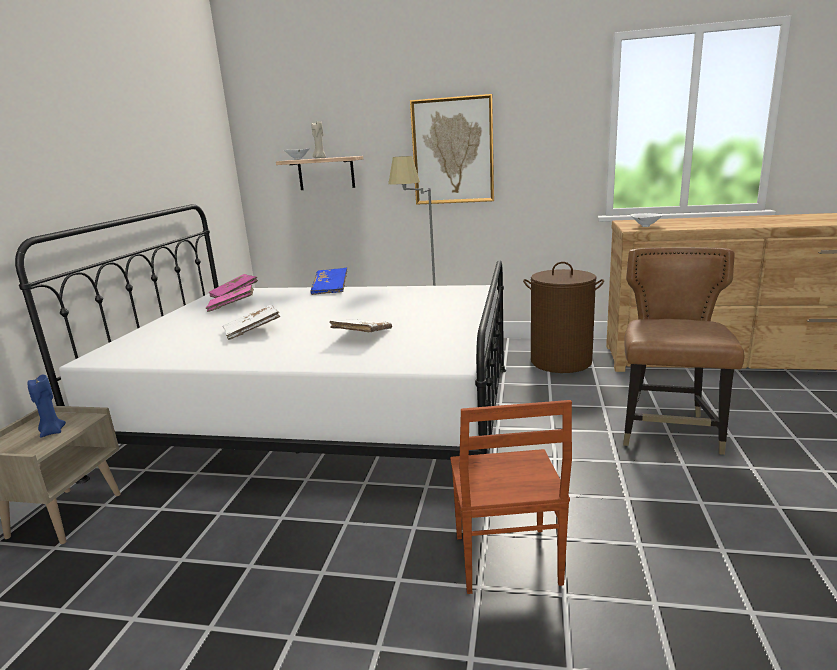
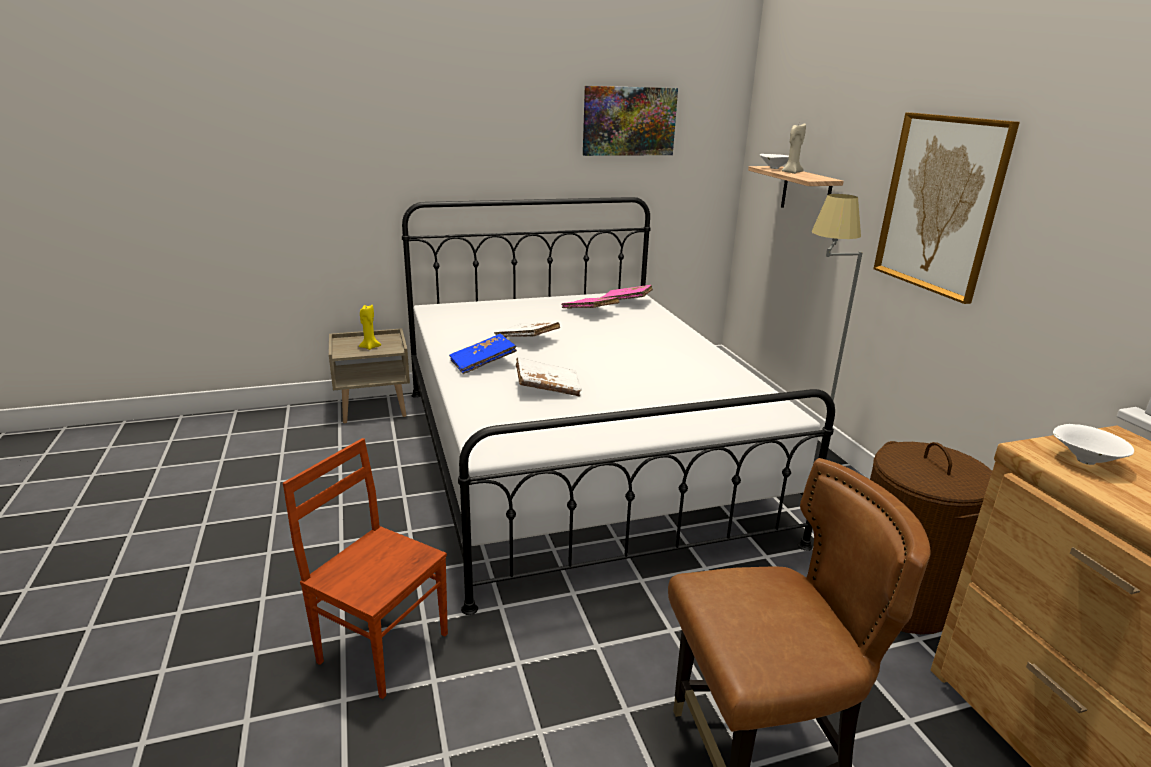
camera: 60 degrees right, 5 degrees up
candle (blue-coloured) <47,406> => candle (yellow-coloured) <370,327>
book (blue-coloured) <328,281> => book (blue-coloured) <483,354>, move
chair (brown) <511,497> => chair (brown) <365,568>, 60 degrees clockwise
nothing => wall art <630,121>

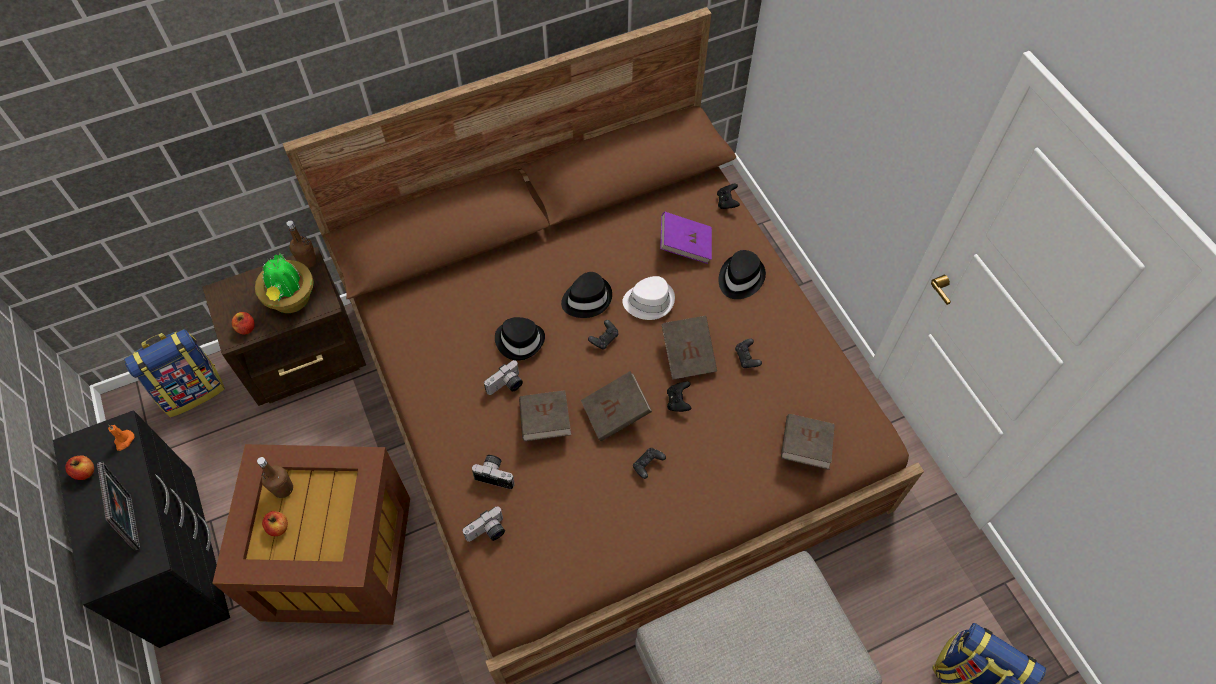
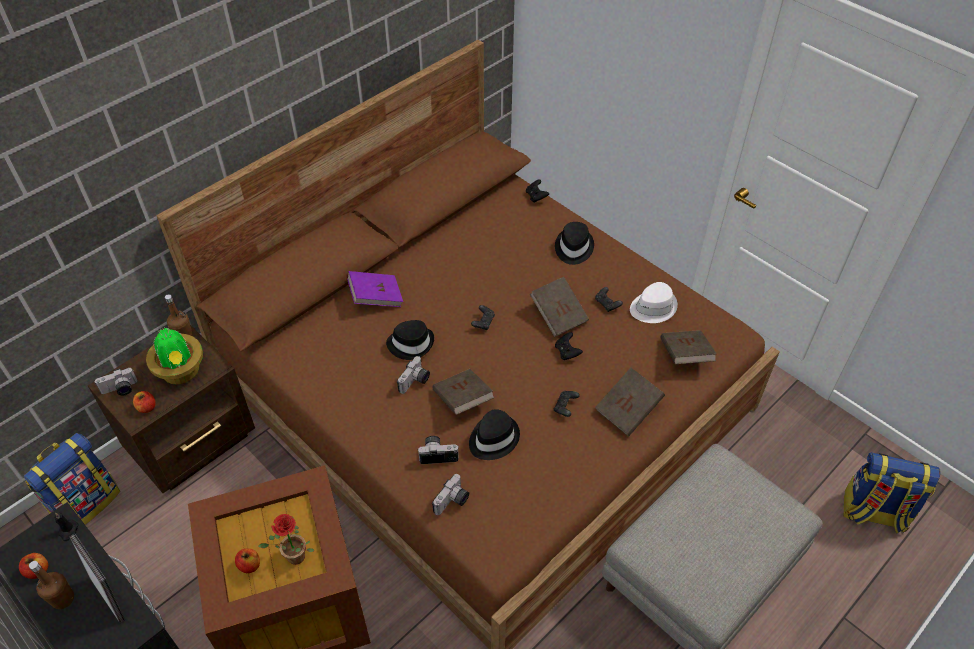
camera: 20 degrees left, 10 degrees down
candle (orange) <121,438> => candle (black) <66,526>
drink bottle (brown) <275,477> => drink bottle (brown) <51,585>, move
wearable hat (black) <586,295> => wearable hat (black) <494,434>, move
book (brown) <616,406> => book (brown) <630,402>, move
wearable hat (white) <648,298> => wearable hat (white) <654,302>, move
book (purple) <686,238> => book (purple) <375,289>, move
nothing => still camera <116,382>
nothing => houseplant <286,539>

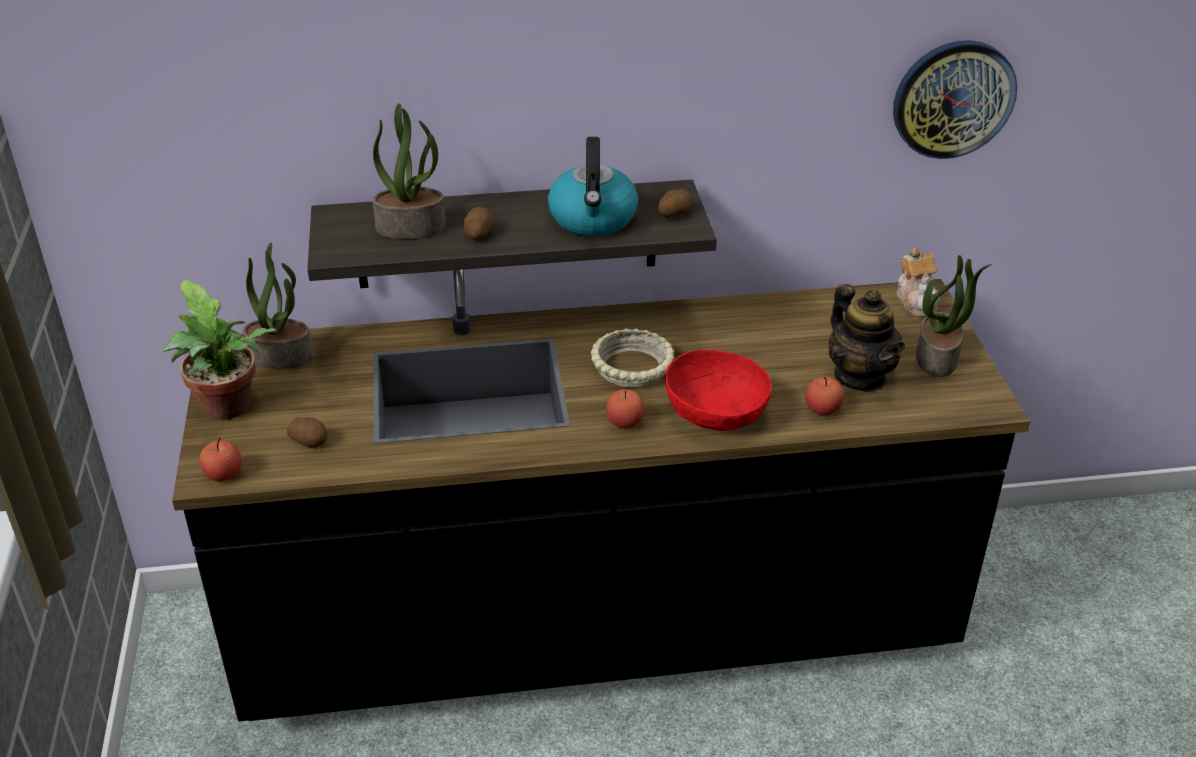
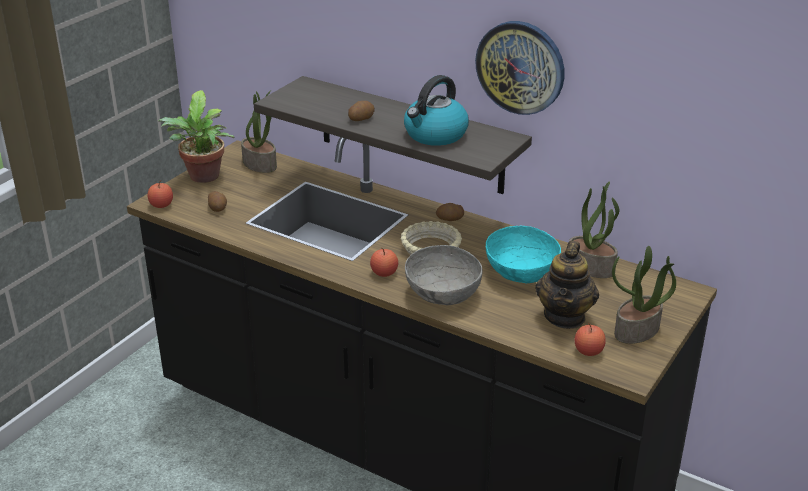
camera: 40 degrees right, 5 degrees down
houseplant <409,171> => houseplant <594,230>, move
potato <675,203> => potato <450,212>, move
deep dish (red-coloured) <718,390> => deep dish (gray) <444,275>
apple fruit <824,396> => apple fruit <590,339>, move
clock on the wall <955,99> => clock on the wall <520,68>, move
pot for tea <918,282> => nothing
nothing => deep dish (turquoise) <523,254>

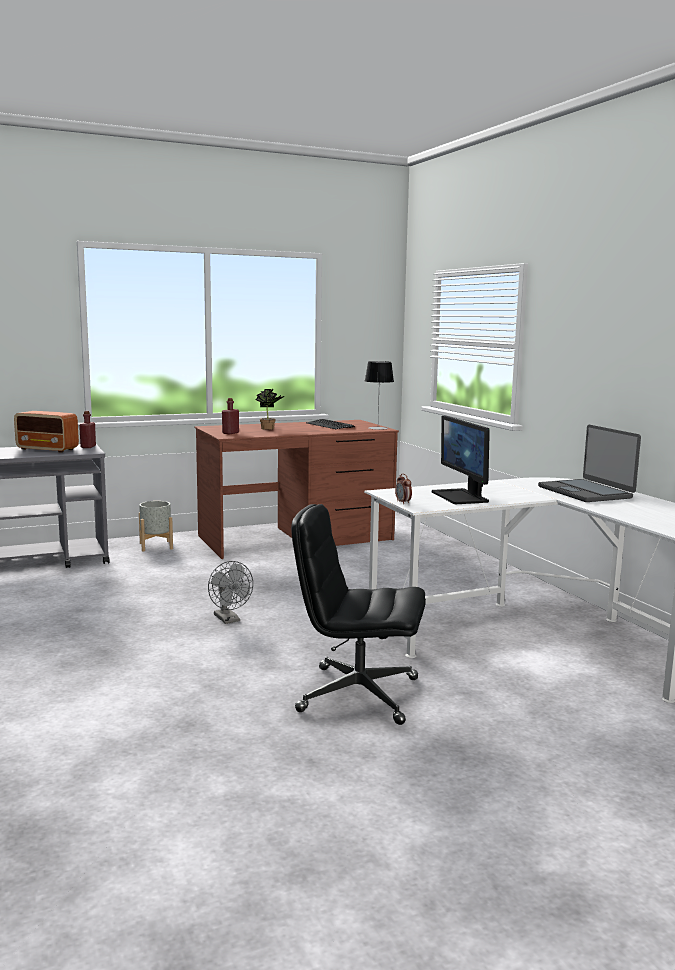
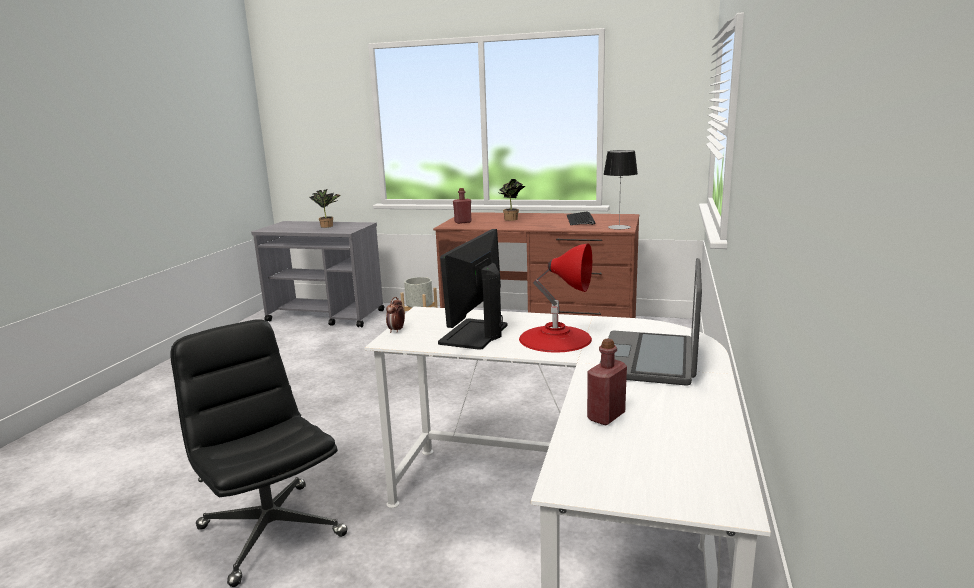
camera: 40 degrees right, 5 degrees up
radio receiver <46,432> => houseplant <325,208>
drink bottle (red-coloured) <87,429> => drink bottle (red-coloured) <607,382>, move
cooling fan (gray) <230,592> => nothing
nothing => tabletop lamp (red-coloured) <555,297>

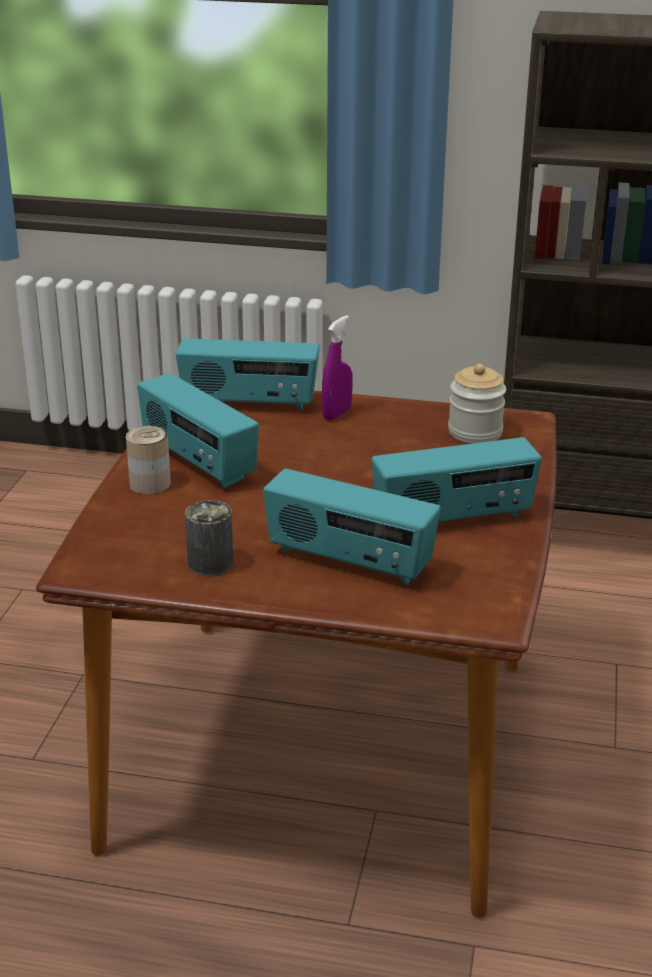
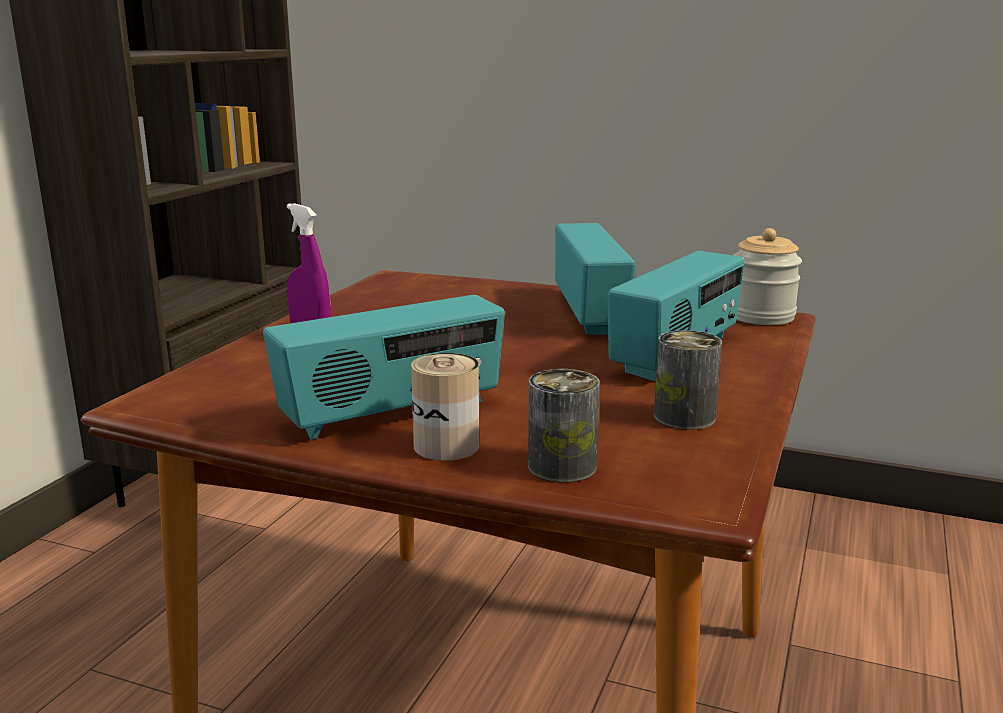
camera: 80 degrees left, 10 degrees down
radio receiver <247,374> => nothing
preserve jar <477,404> => preserve jar <767,276>, move
nothing => can <564,426>

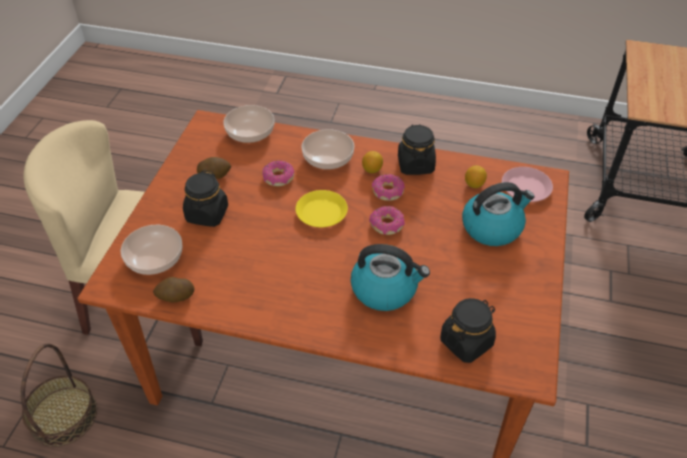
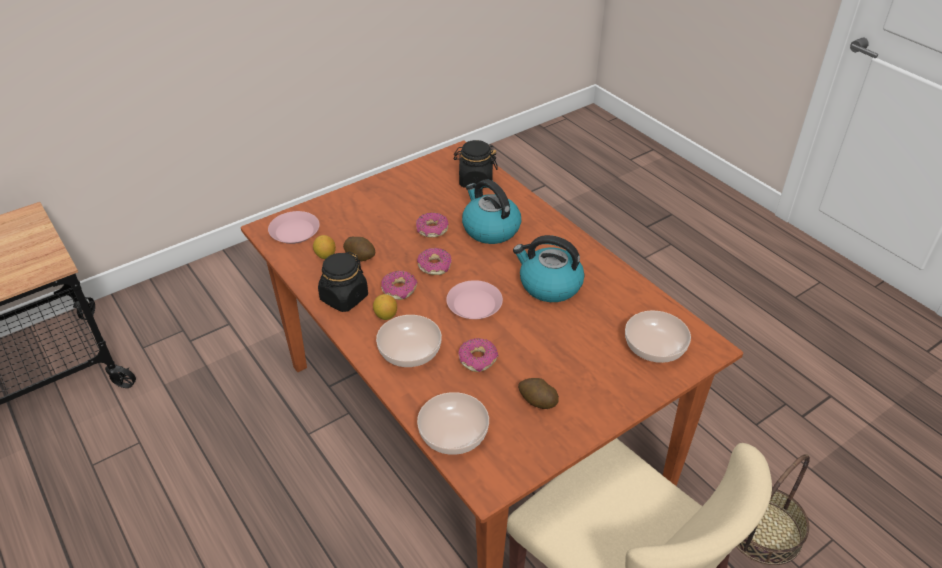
camera: 140 degrees left, 5 degrees down
potato <173,290> => potato <359,249>, move
preserve jar (black) <205,198> => nothing
plate (yellow-coloured) <322,208> => plate (pink) <474,299>
water kettle <498,214> => water kettle <548,268>, move
nothing => ring doughnut <432,225>

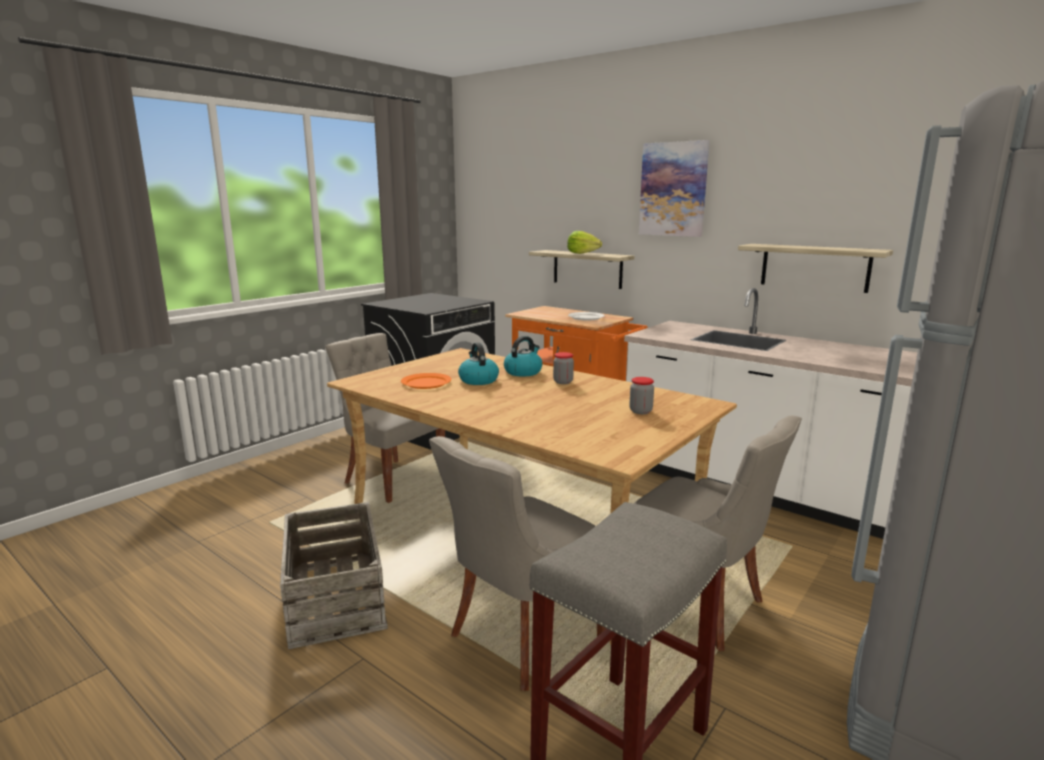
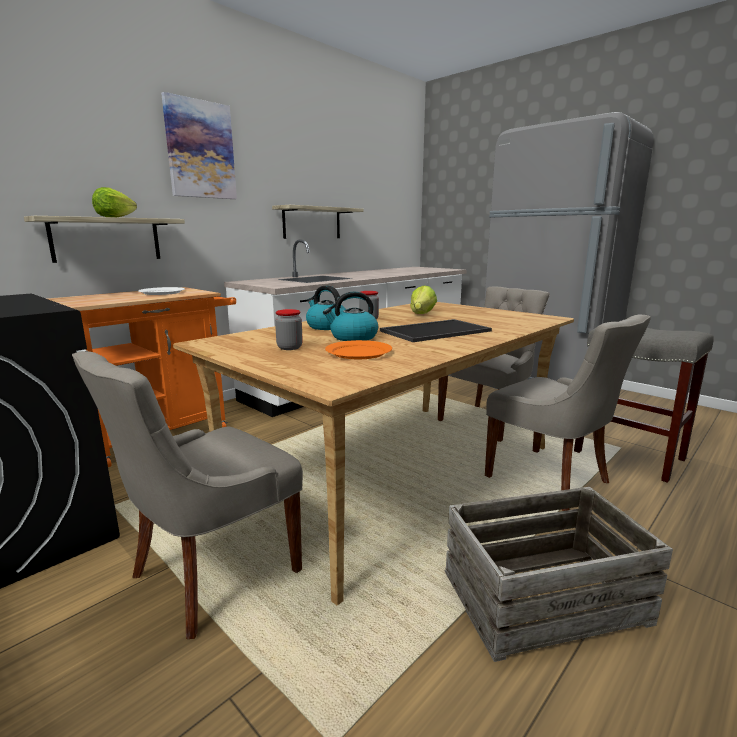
camera: 85 degrees left, 0 degrees up
preserve jar <641,395> => preserve jar <289,329>, move
nothing => tray <436,330>
nothing => lettuce <423,299>

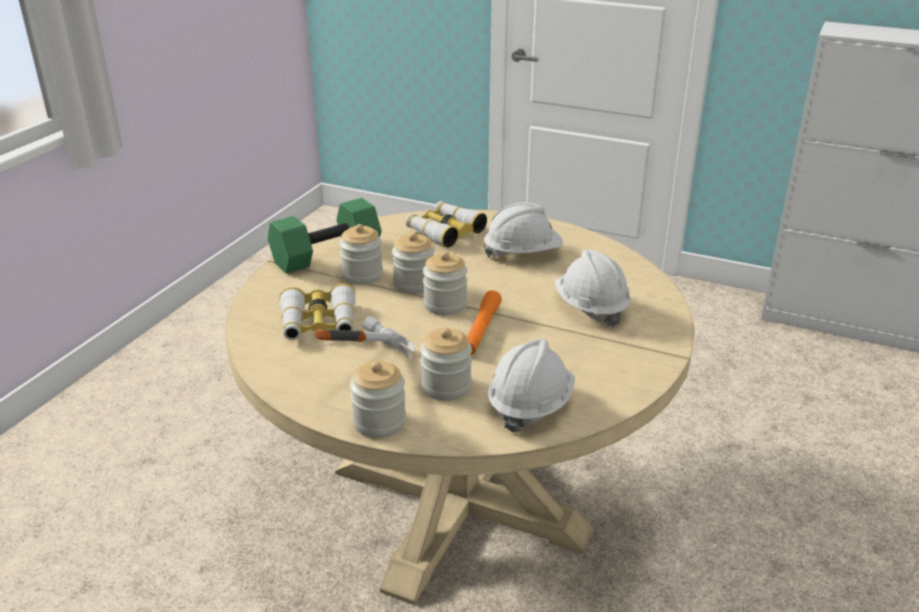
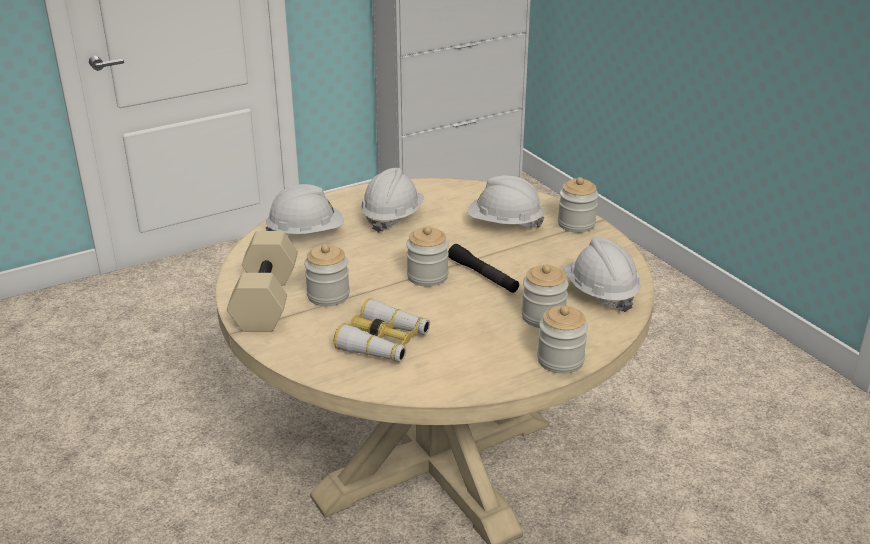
camera: 55 degrees left, 0 degrees up
dumbbell (green-coloured) <324,236> => dumbbell (beige-coloured) <262,281>
hand hammer <365,337> => nothing
preserve jar <413,263> => preserve jar <578,205>, move
binoculars <446,224> => work helmet (white) <305,209>
flashlight (orange) <484,322> => flashlight (black) <483,268>

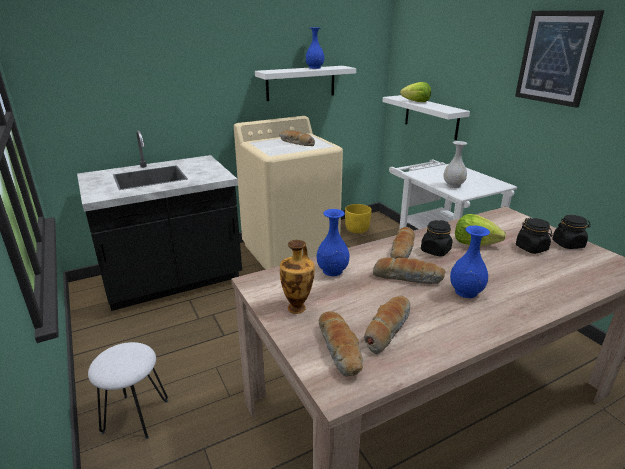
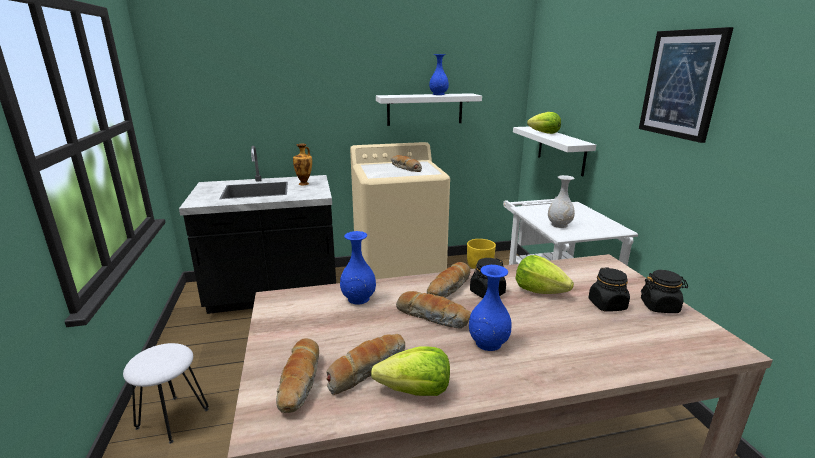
camera: 15 degrees right, 5 degrees down
decorative vase <297,277> => decorative vase <302,164>, move
nothing => lettuce <410,371>

